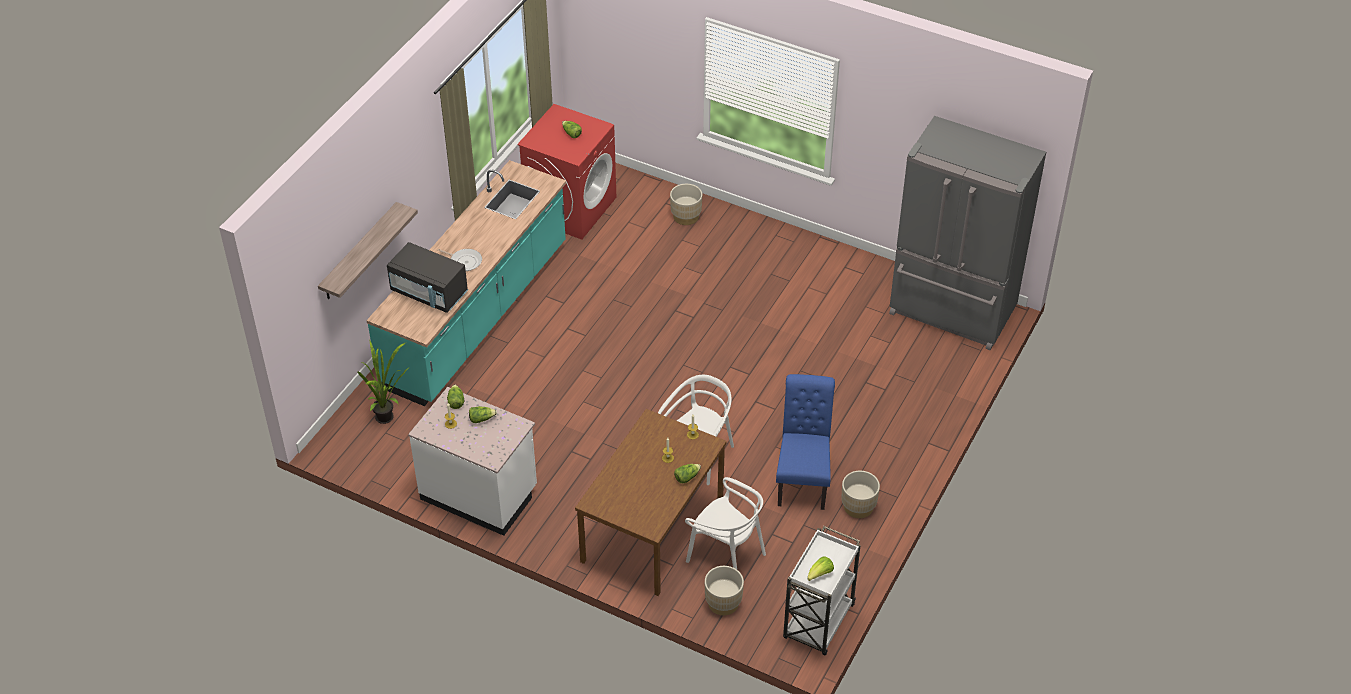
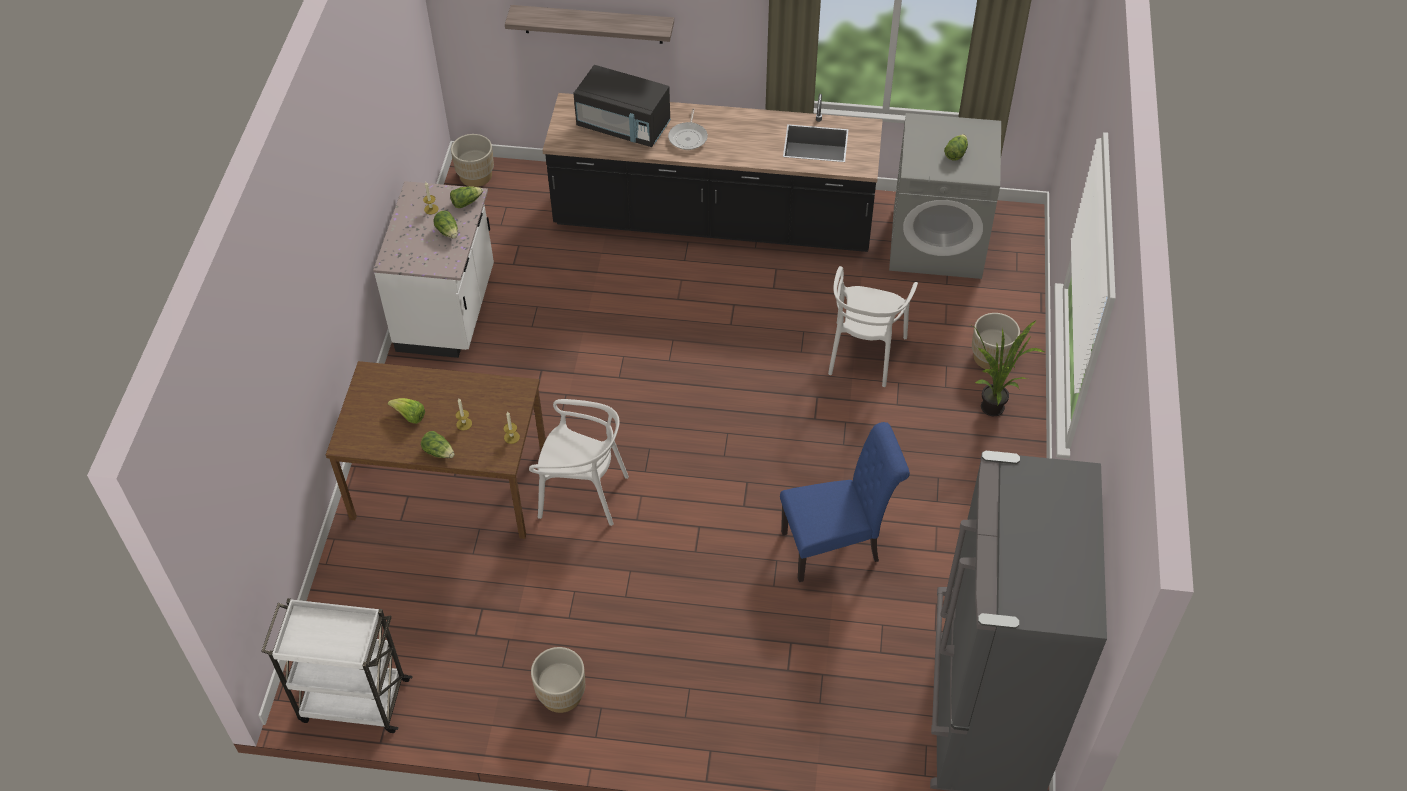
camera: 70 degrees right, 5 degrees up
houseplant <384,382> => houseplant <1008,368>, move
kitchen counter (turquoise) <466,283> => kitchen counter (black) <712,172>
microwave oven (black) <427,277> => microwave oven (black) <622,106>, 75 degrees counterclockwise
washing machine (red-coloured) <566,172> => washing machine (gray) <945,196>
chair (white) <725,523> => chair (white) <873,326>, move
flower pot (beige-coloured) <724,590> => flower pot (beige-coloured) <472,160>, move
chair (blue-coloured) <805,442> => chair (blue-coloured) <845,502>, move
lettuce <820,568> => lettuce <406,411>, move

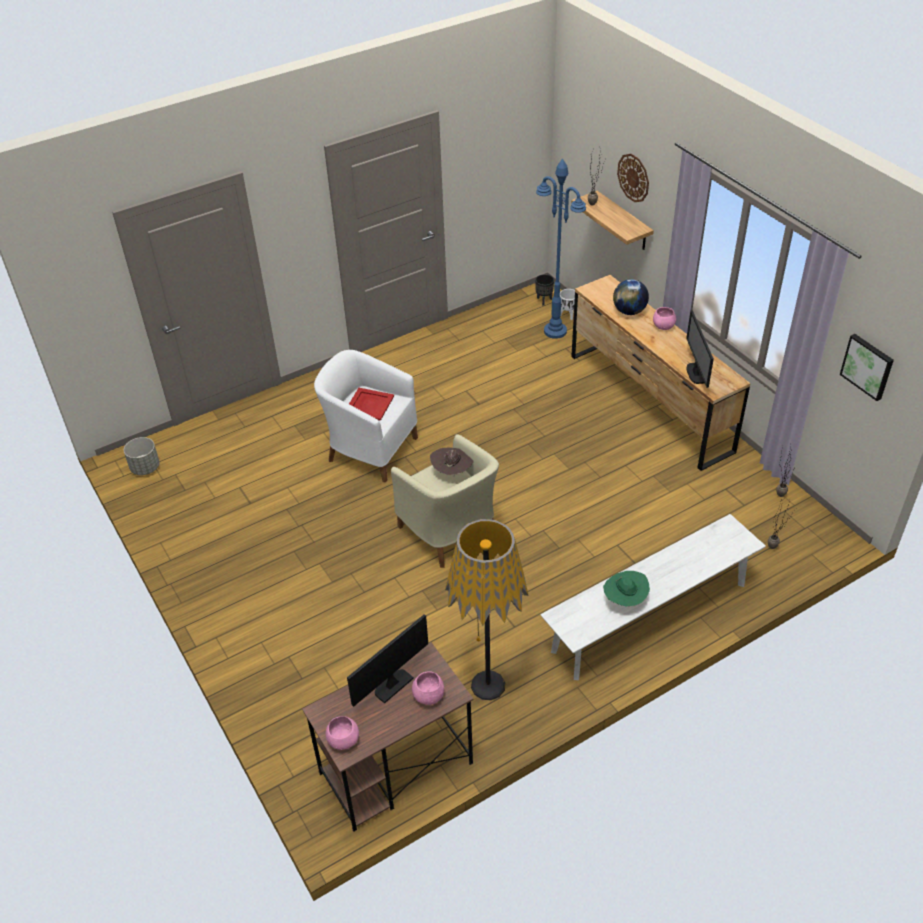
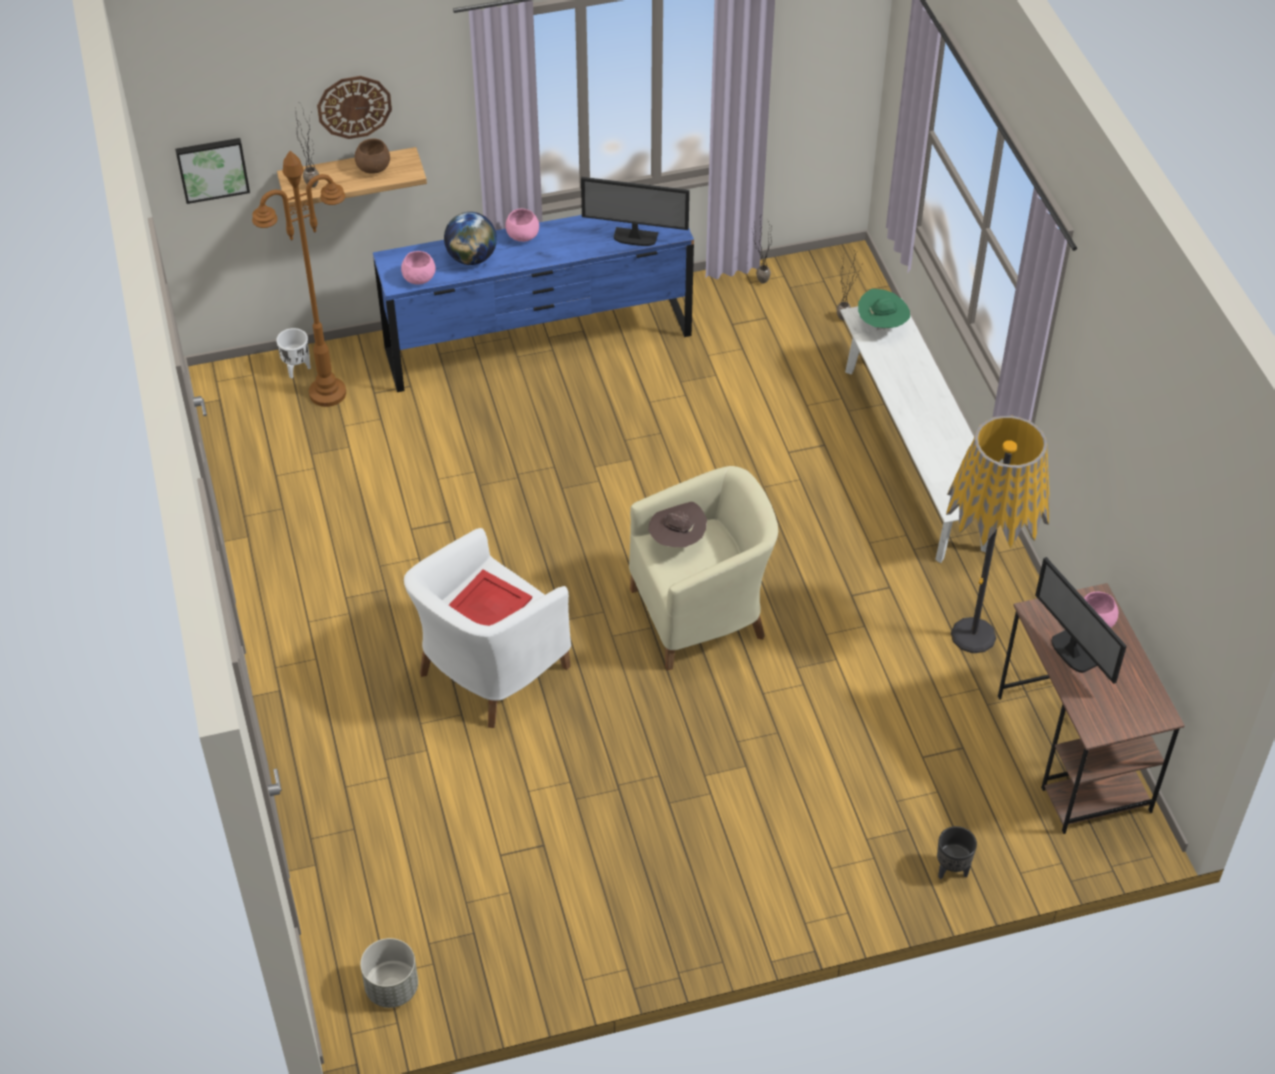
camera: 75 degrees left, 5 degrees up
deep dish (pink) <342,733> => deep dish (pink) <418,268>, move
flower pot (black) <544,290> => flower pot (black) <957,852>, move
standard lamp (blue-coloured) <561,249> => standard lamp (brown) <299,279>
drawer chest (brown) <661,373> => drawer chest (blue-coloured) <533,303>
wearable hat (green-coloured) <626,589> => wearable hat (green-coloured) <884,309>, move
wall art <867,367> => wall art <212,171>, move
nothing => deep dish (brown) <372,156>

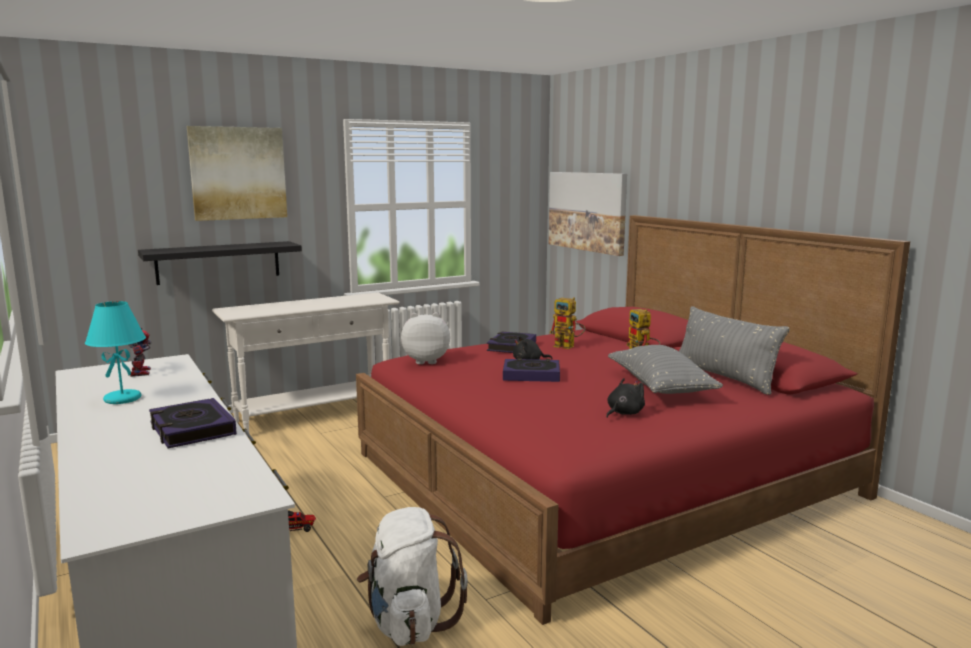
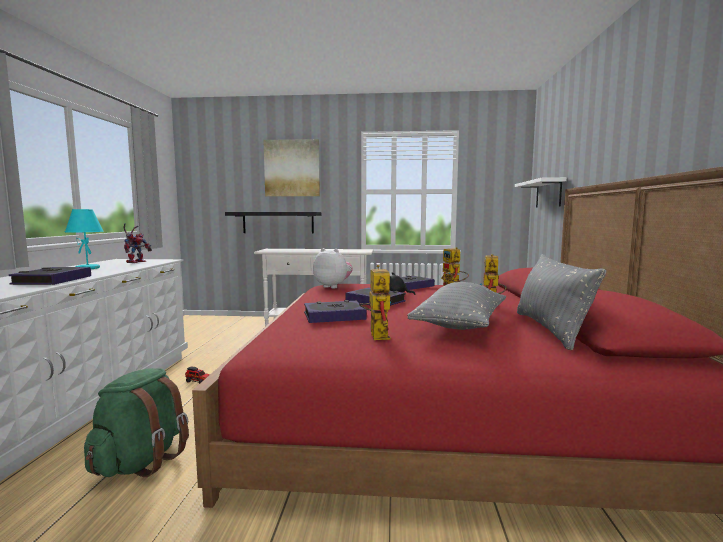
camera: 35 degrees right, 5 degrees down
knapsack (white) <412,576> => knapsack (green-coloured) <136,422>
wall art <588,214> => bracket shelf (white) <541,192>
cuddly toy (black) <625,398> => model robot <375,302>
nothing => book <335,311>

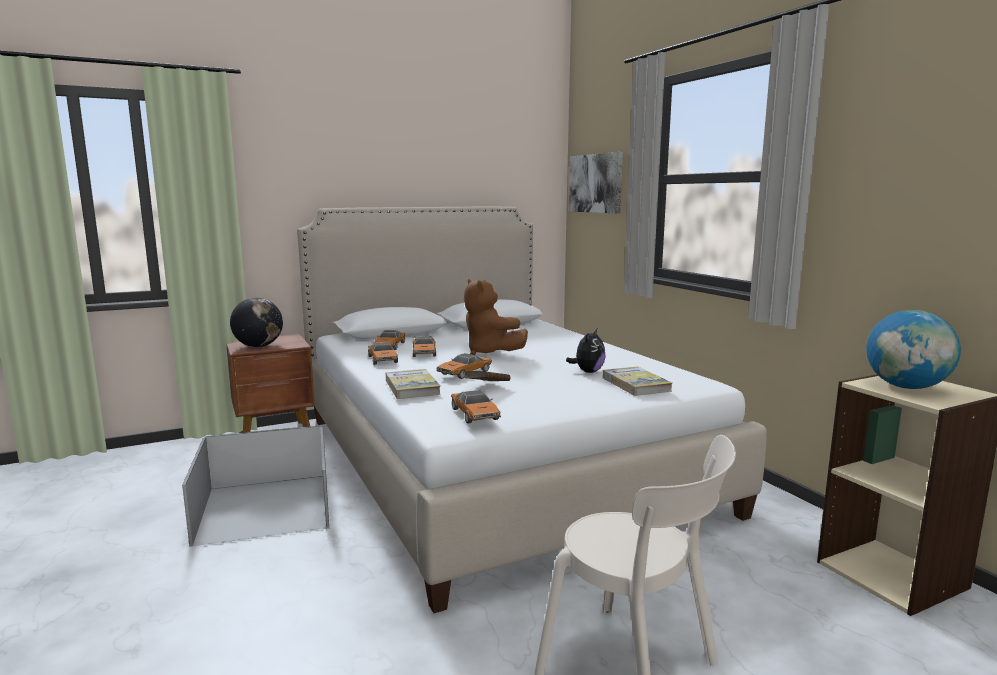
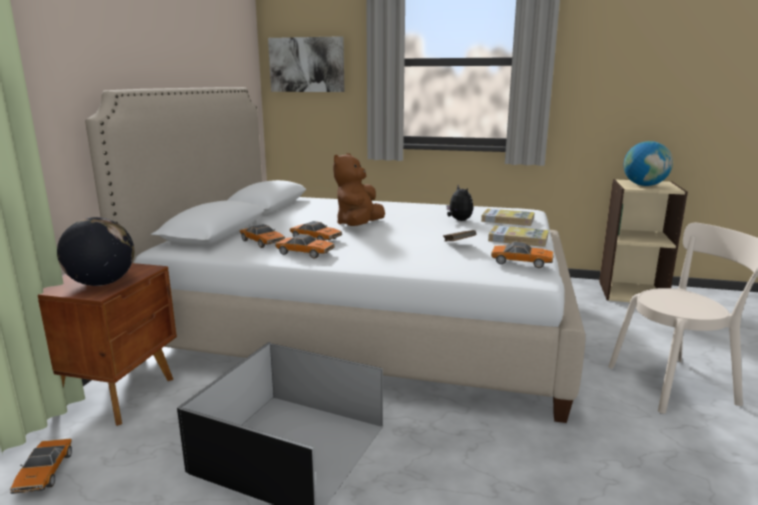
camera: 50 degrees left, 5 degrees up
book <413,384> => book <518,236>, move
toy car <464,366> => toy car <41,466>, move
cuddly toy (brown) <496,317> => cuddly toy (brown) <359,189>, 105 degrees clockwise

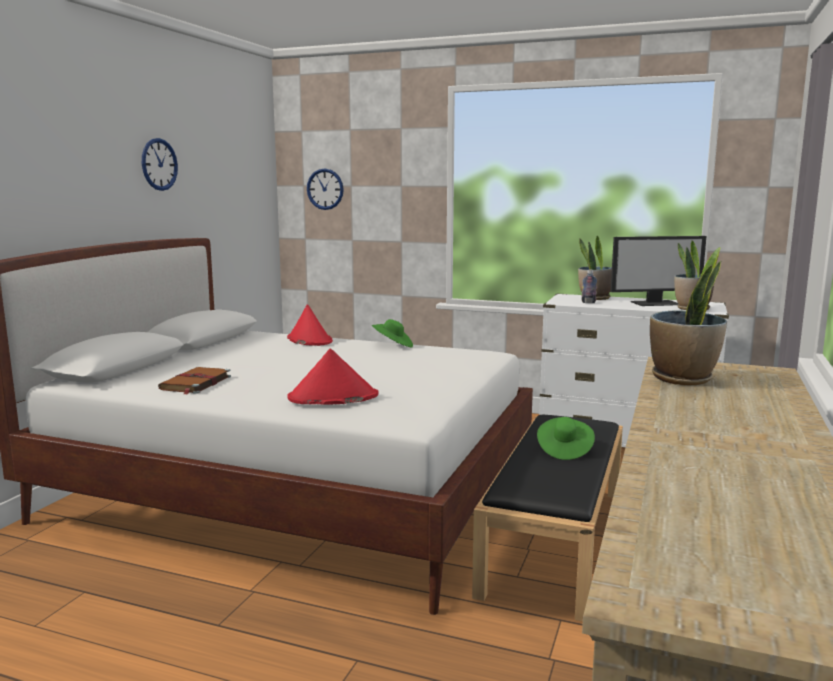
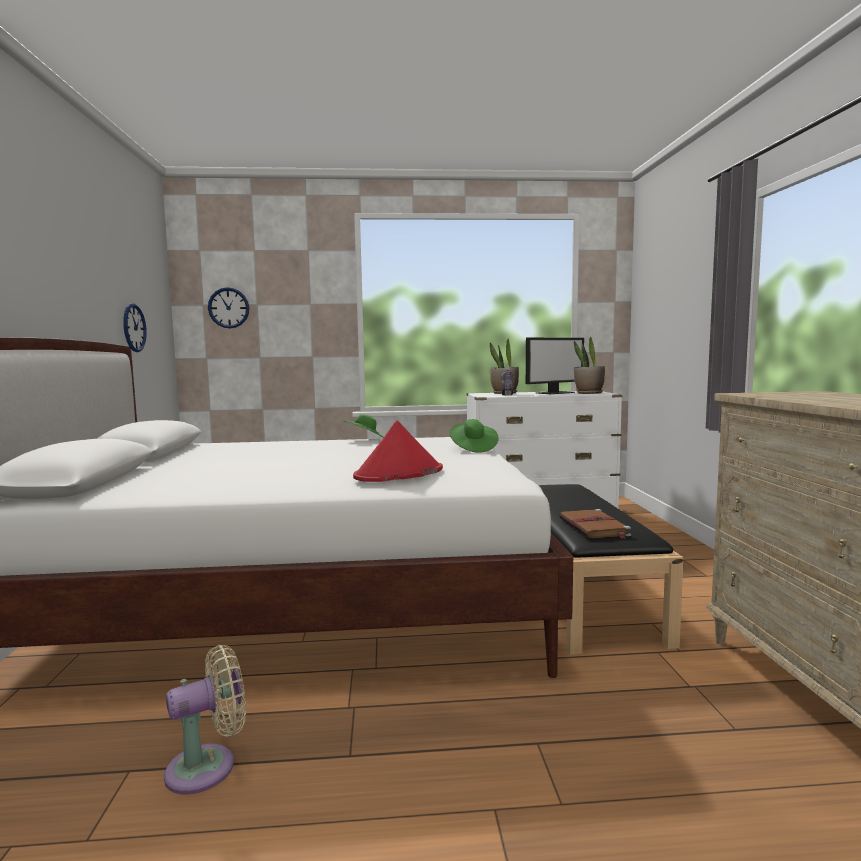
camera: 25 degrees left, 5 degrees down
clock on the wall <160,164> => clock on the wall <135,327>, move
book (brown) <194,381> => book (brown) <595,524>, move
wearable hat (red-coloured) <310,325> => nothing
wearable hat (green-coloured) <566,438> => wearable hat (green-coloured) <474,436>, move
houseplant <688,316> => nothing
nothing => cooling fan (beige-coloured) <205,720>

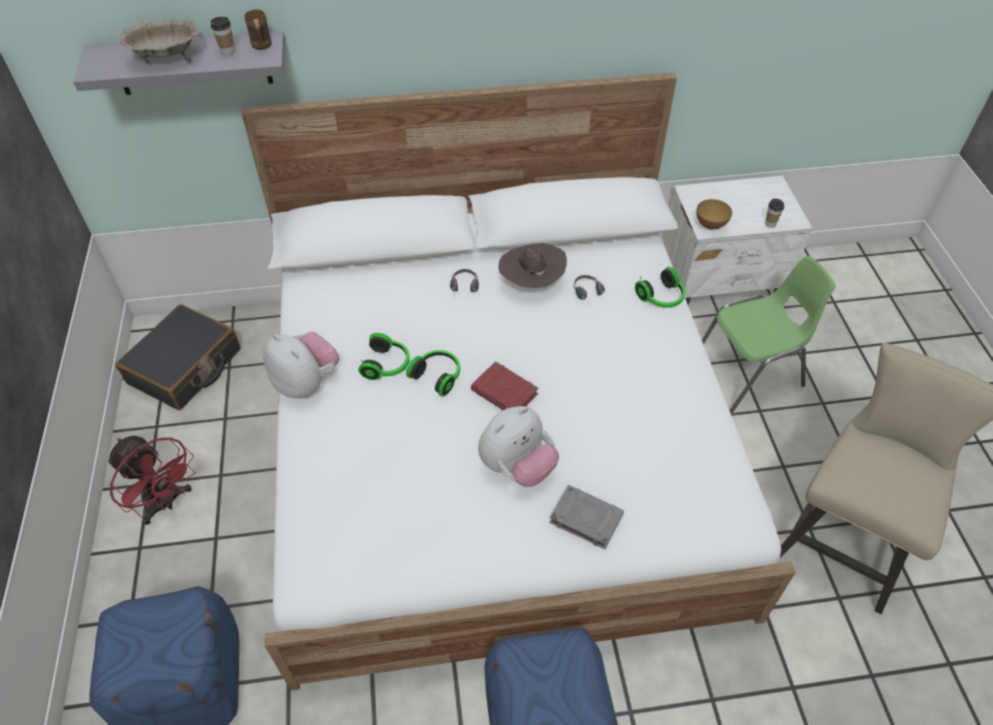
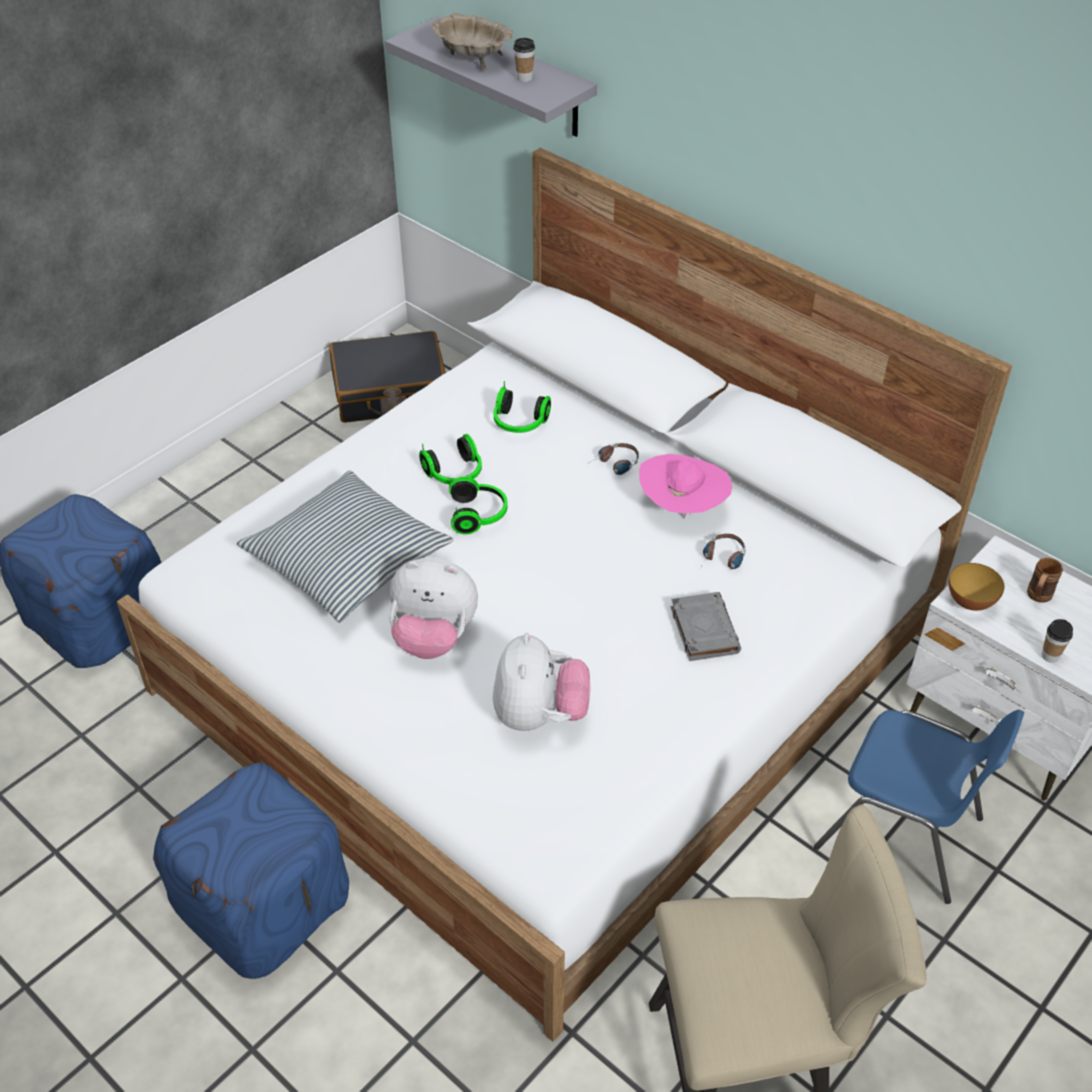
camera: 50 degrees right, 5 degrees down
cooling fan (red-coloured) <151,480> => nothing
tea mug (brown) <258,29> => tea mug (brown) <1045,580>, move
cuddly toy <301,365> => cuddly toy <541,682>, move
book (red-coloured) <504,385> => nothing
wearable hat (brown) <532,265> => wearable hat (pink) <685,486>
book (gray) <586,517> => book (gray) <706,626>, move
headphones <660,287> => headphones <522,407>, move
chair (green-coloured) <769,335> => chair (blue-coloured) <919,807>
nothing => cushion <345,547>

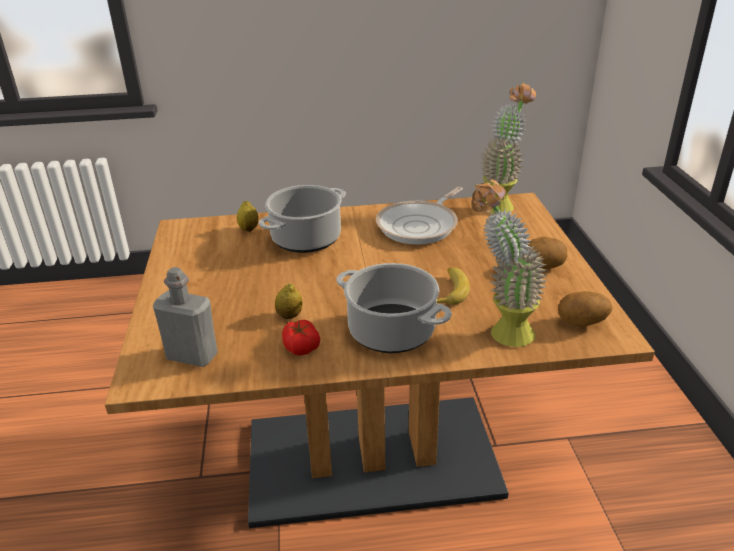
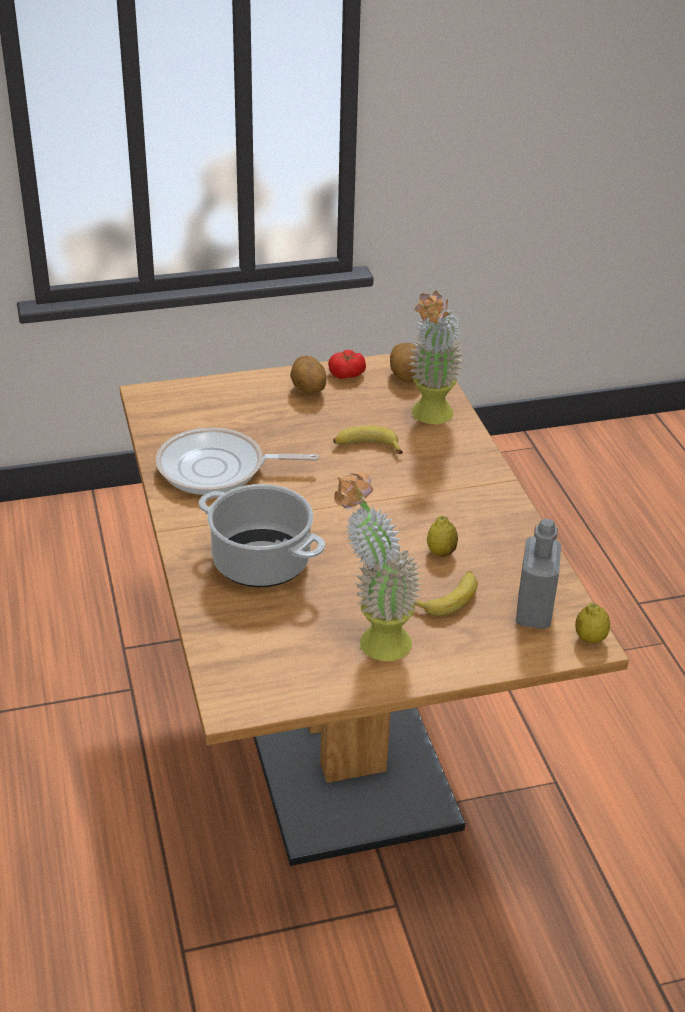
camera: 100 degrees left, 5 degrees up
whole lemon <248,216> => whole lemon <592,623>, move
whole tomato <301,338> => whole tomato <347,364>, move
cooking pot <394,308> => nothing
frying pan <419,216> => frying pan <237,461>, 150 degrees clockwise
houseplant <508,148> => houseplant <378,566>, move
nothing => whole banana <446,593>

